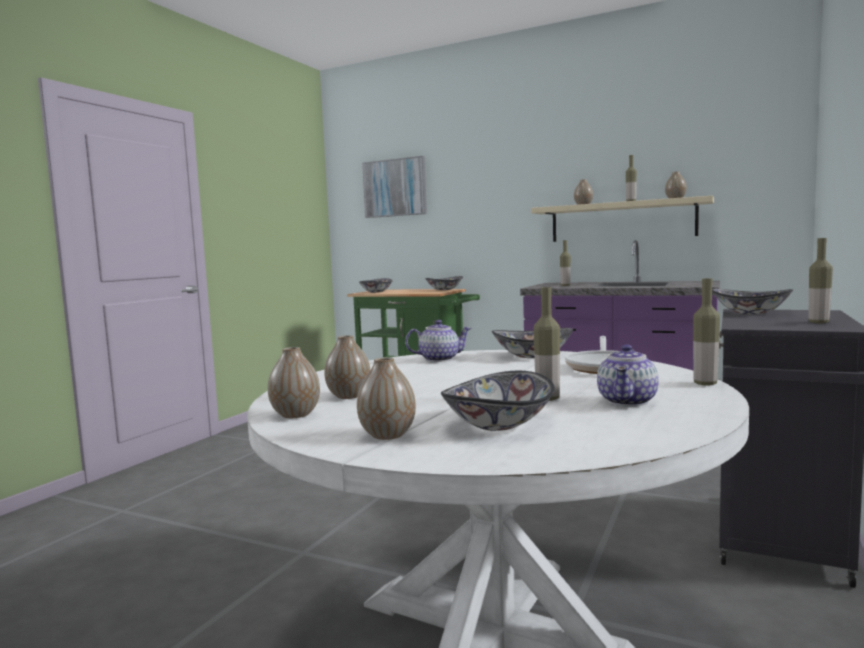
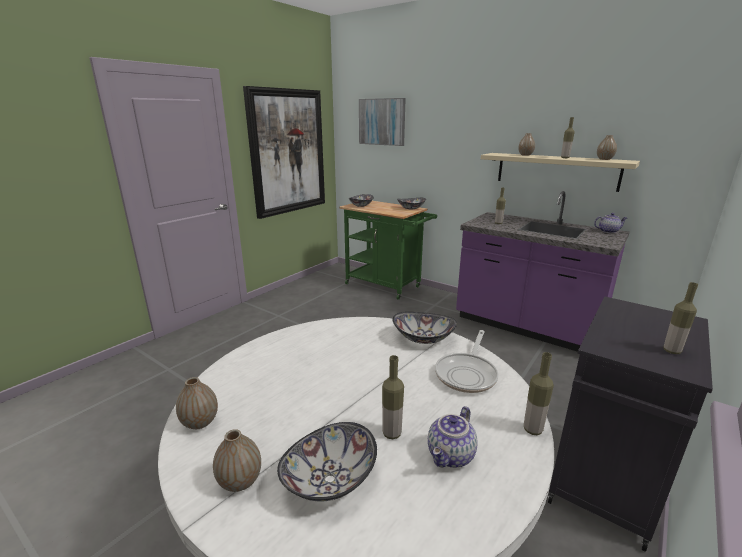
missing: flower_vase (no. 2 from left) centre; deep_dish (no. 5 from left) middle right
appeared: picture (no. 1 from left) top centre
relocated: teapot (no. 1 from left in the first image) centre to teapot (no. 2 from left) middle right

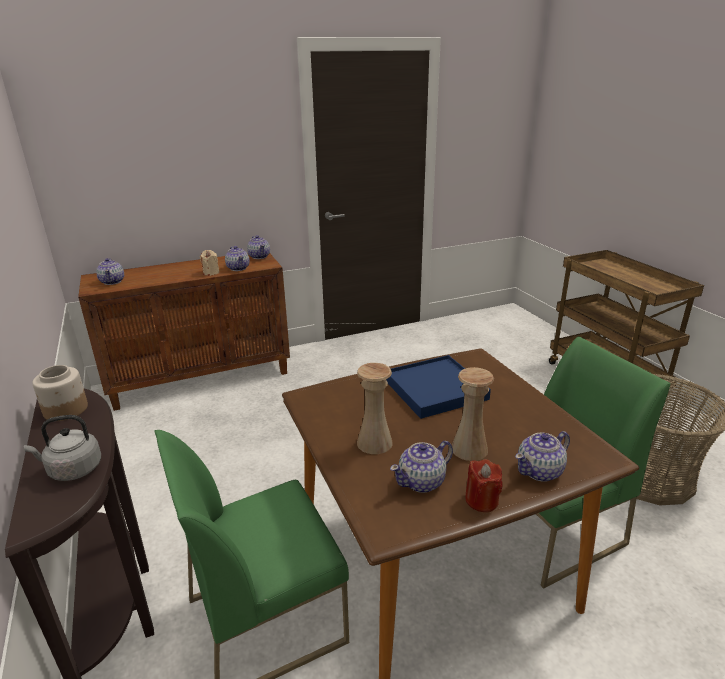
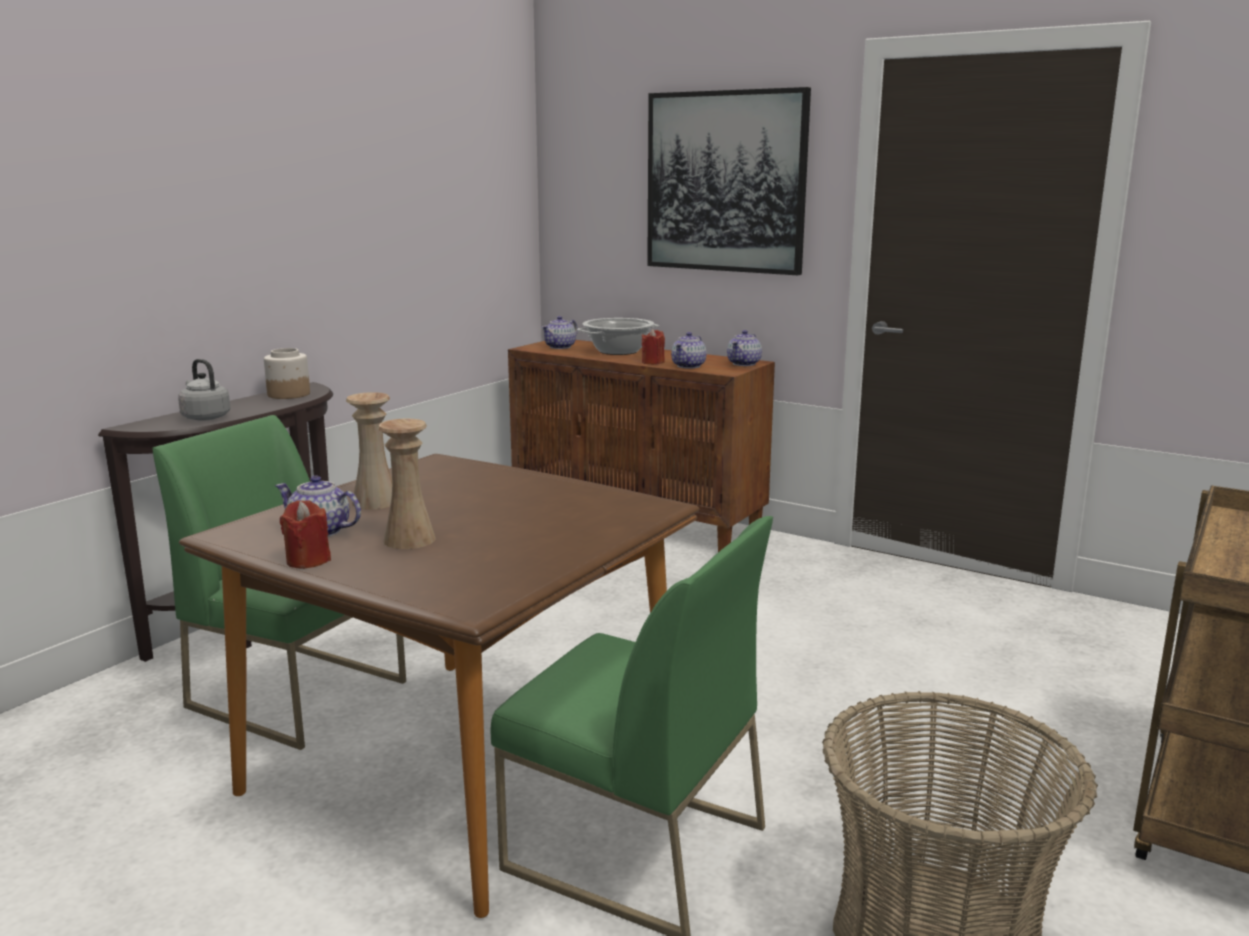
missing: blue-coloured_carrying_tray centre; teapot (no. 5 from left) bottom right
appeared: saucepot centre; picture top centre
colour: beige-coloured_wax_light middle left to red-coloured_wax_light (no. 2 from left) centre

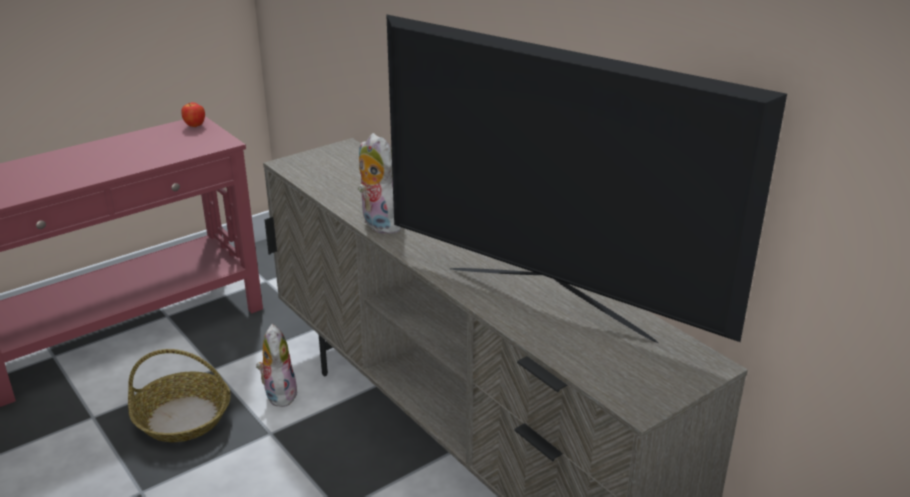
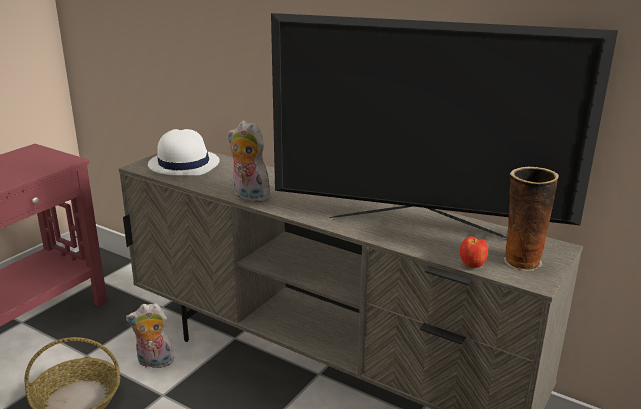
appeared: white-coloured_wearable_hat middle left; flower_vase middle right
relocated: apple_fruit top left to middle right
spun: cuddly_toy (no. 1 from left) bottom left = bottom left 60 degrees counterclockwise

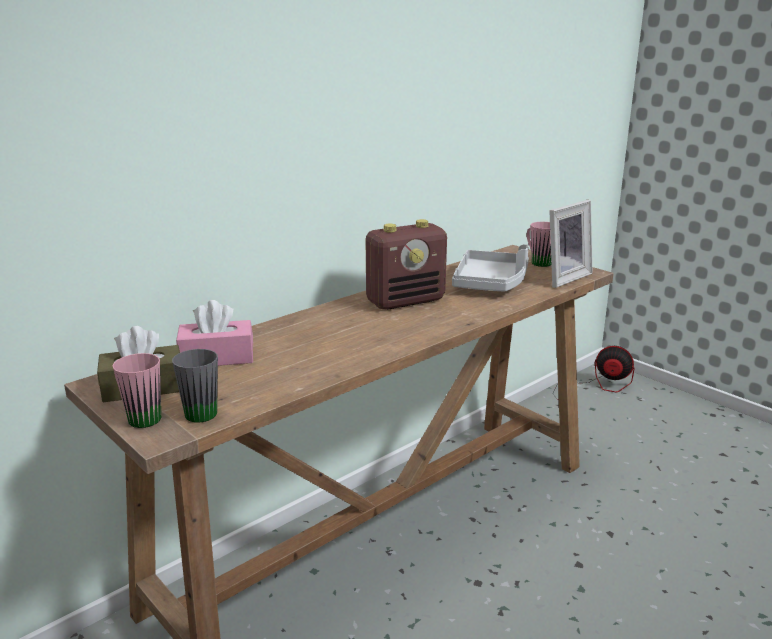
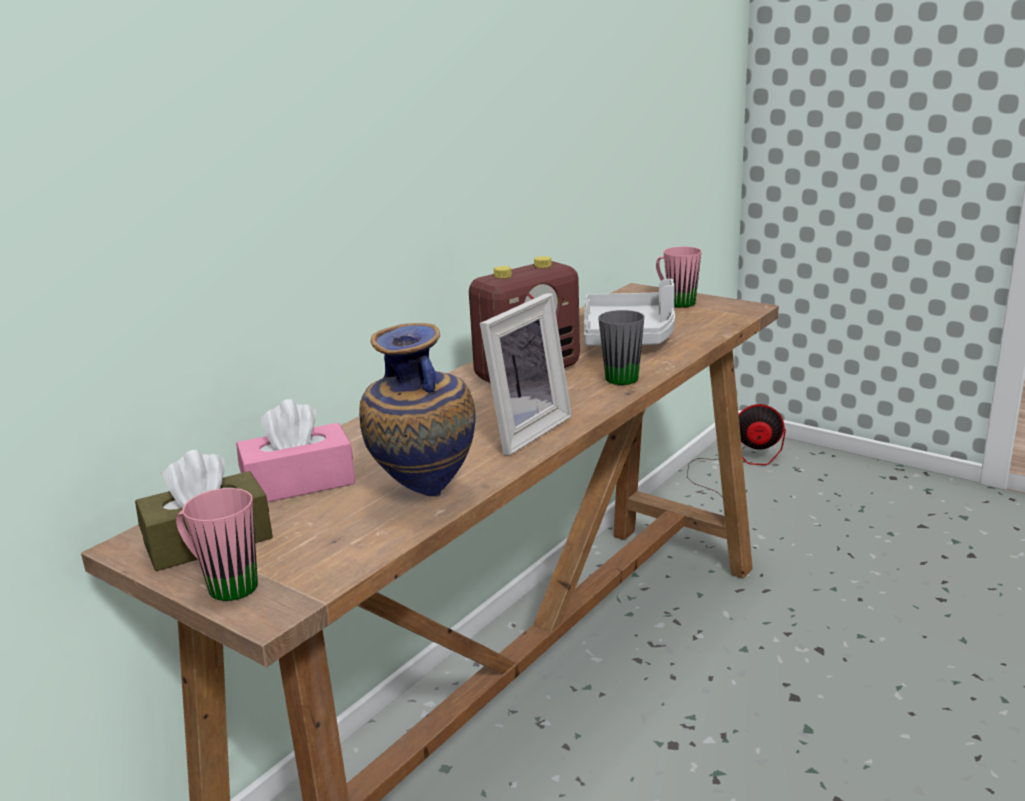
appeared: flower_vase centre
relocated: grey_mug middle left to centre; picture_frame middle right to centre

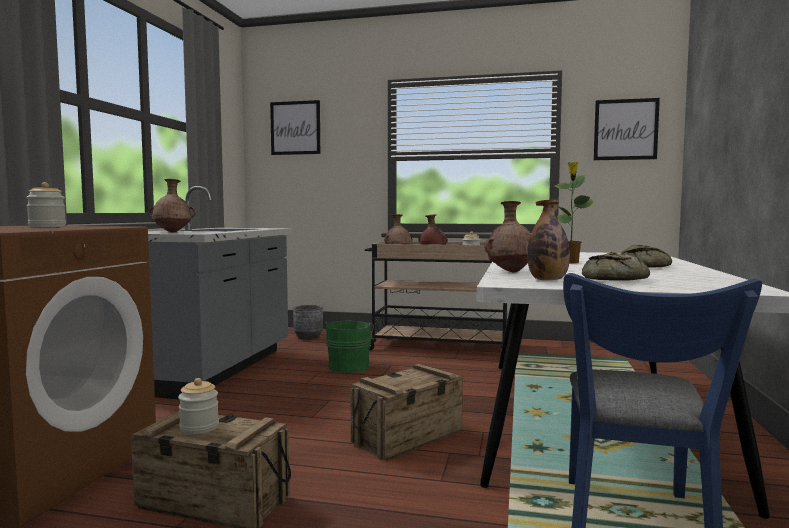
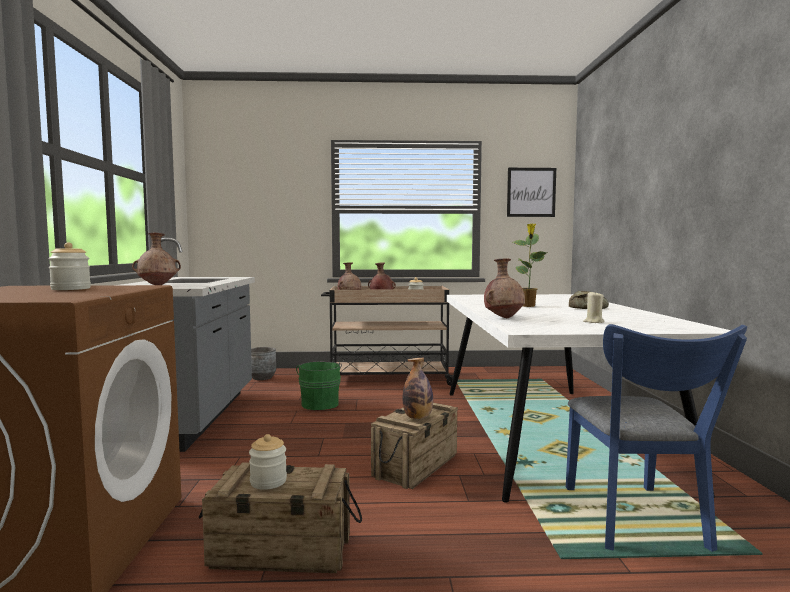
missing: picture (no. 1 from left) top centre
relocated: drink_bottle middle right to centre
exchanged: bread (no. 1 from left) middle right to beige-coloured_wax_light middle right

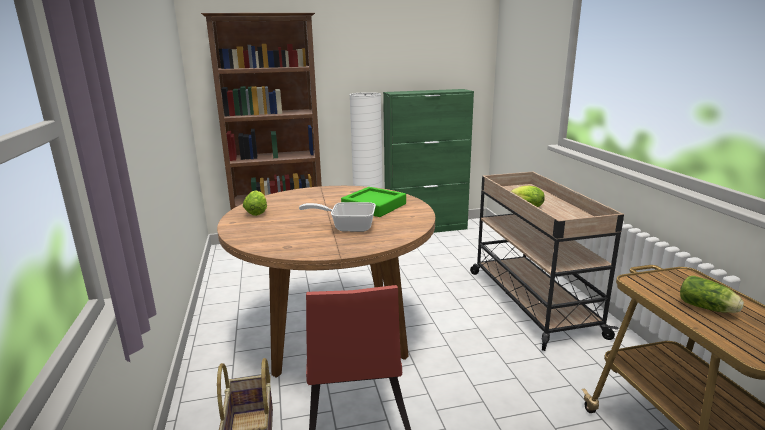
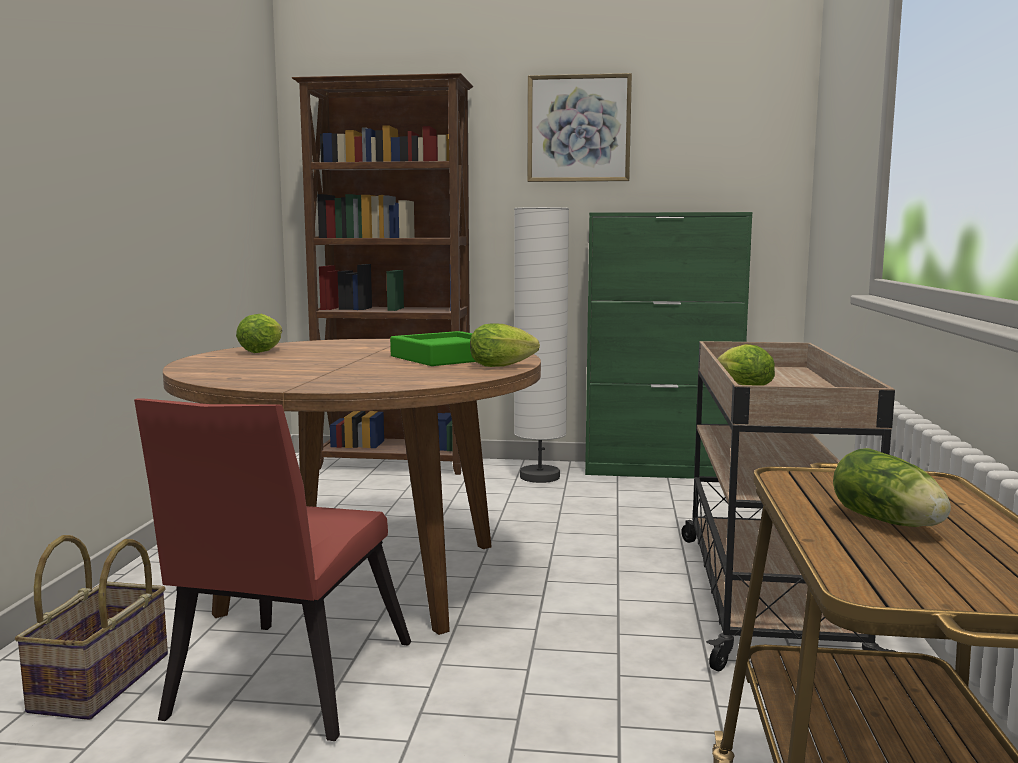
missing: skillet centre
appeared: lettuce_head (no. 2 from left) centre; picture top centre

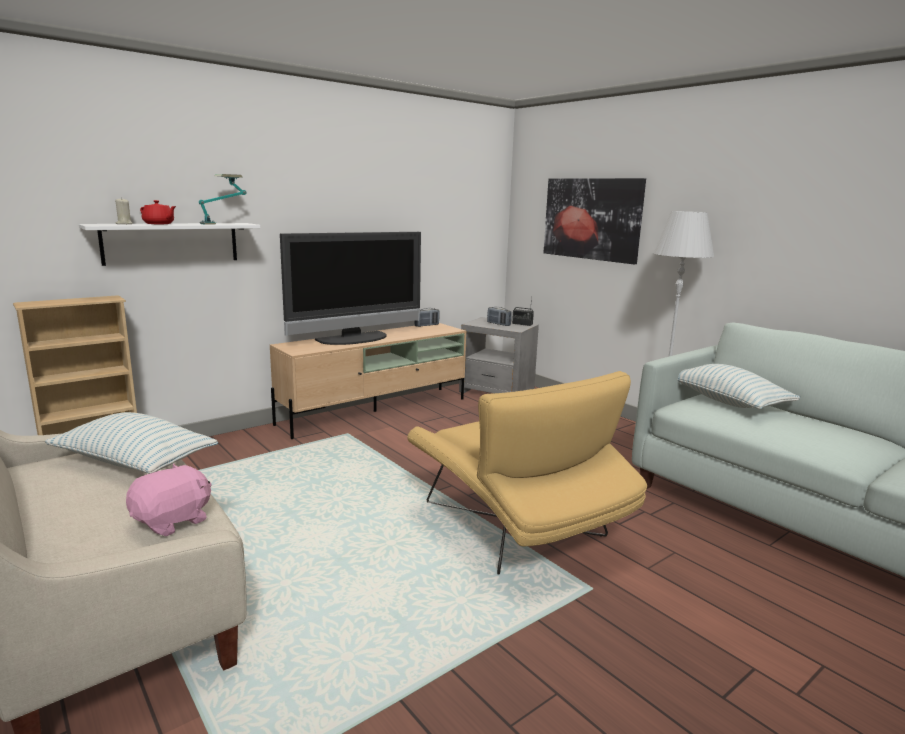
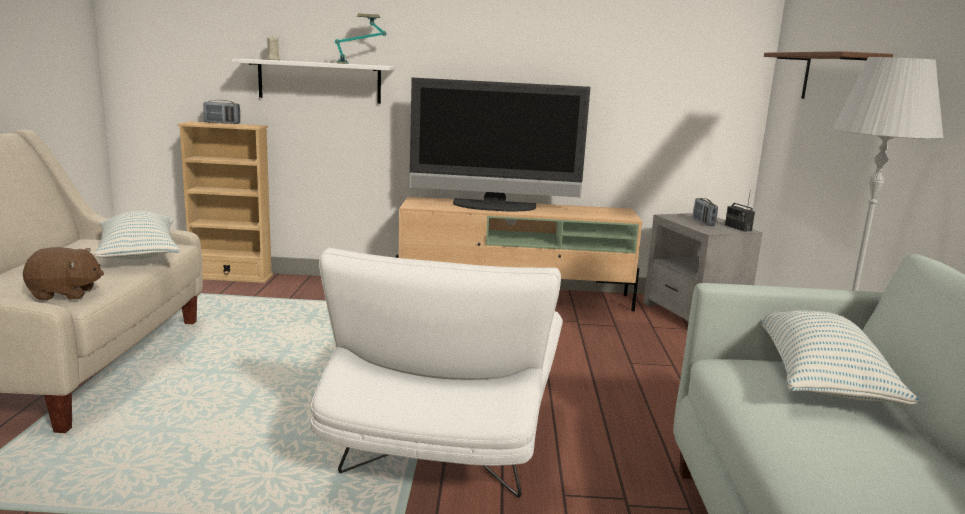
missing: red-coloured_teapot top left
relocated: radio_set (no. 1 from left) centre to top left
exchanged: picture top centre to brown-coloured_shelf top right
colour: pinkish_cuddly_toy bottom left to brown-coloured_cuddly_toy middle left; yellow-coloured_lounge_chair centre to white-coloured_lounge_chair bottom centre

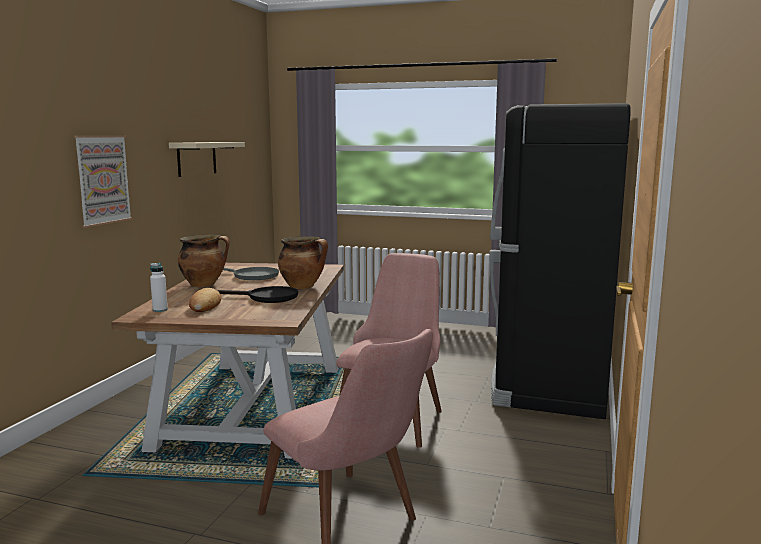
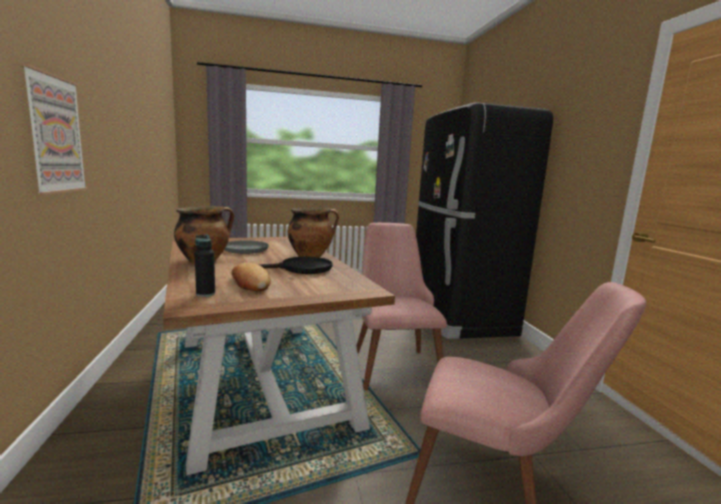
missing: beige-coloured_shelf top left
colour: white-coloured_drink_bottle middle left to black-coloured_drink_bottle middle left

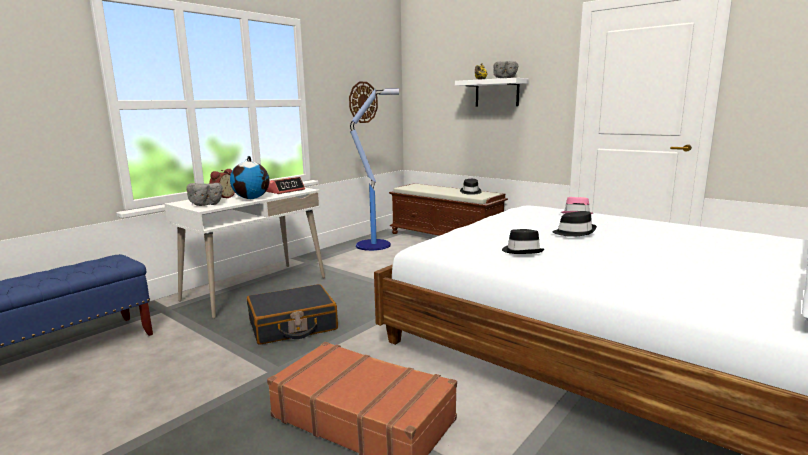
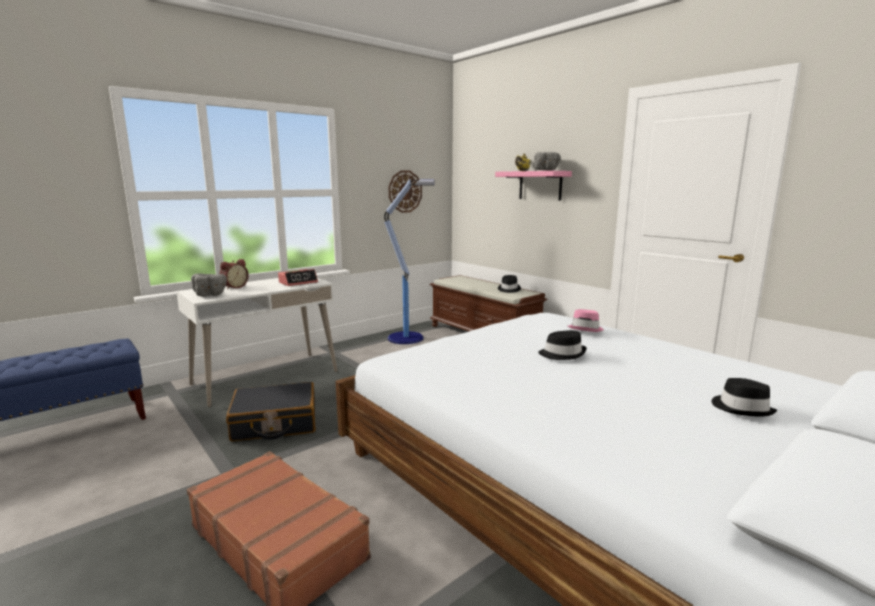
missing: desk_globe middle left
relocated: black-coloured_wearable_hat (no. 2 from left in the first image) centre to black-coloured_wearable_hat (no. 3 from left) middle right
colour: white-coloured_shelf top centre to pinkish_shelf top centre

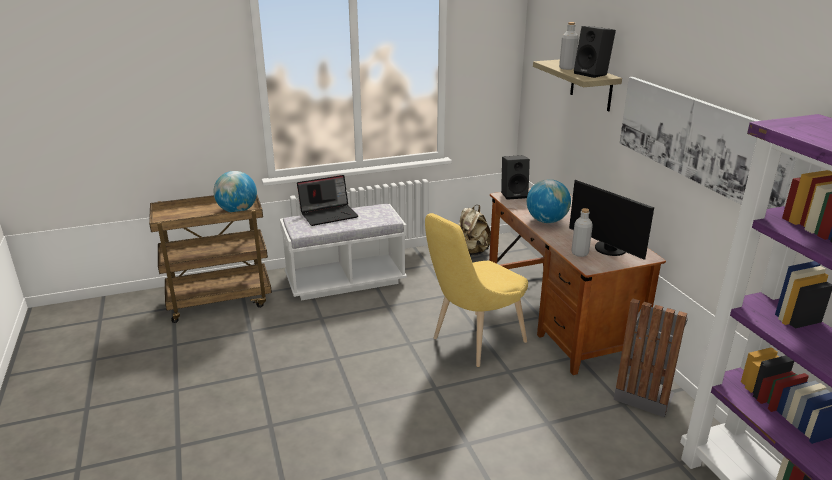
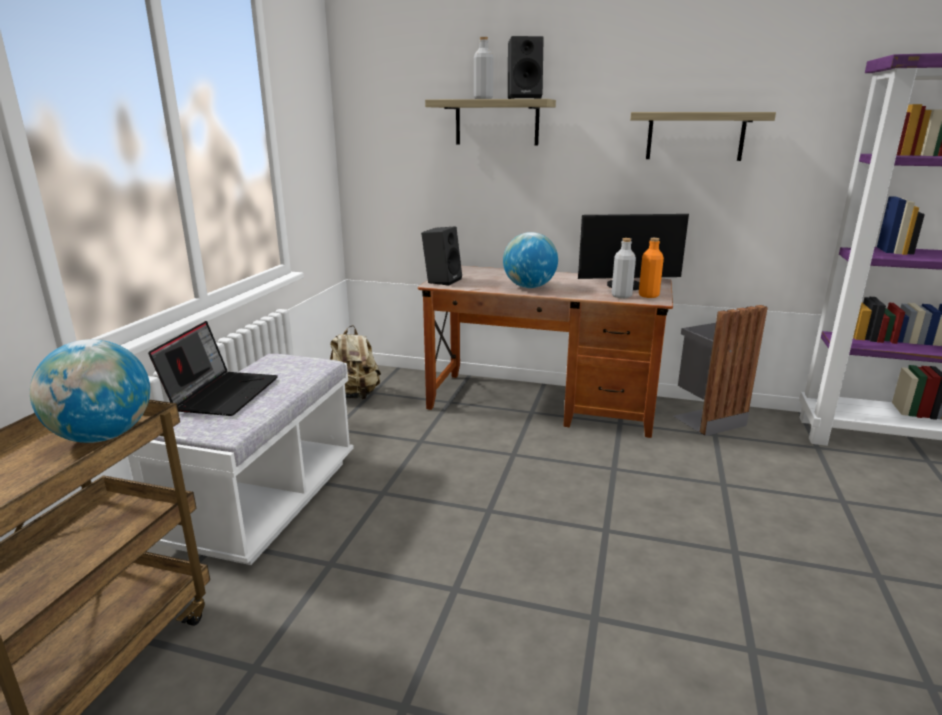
missing: yellow-coloured_chair centre
appeared: orange_drink_bottle middle right
exchanged: picture top right to shelf (no. 2 from left) top right

